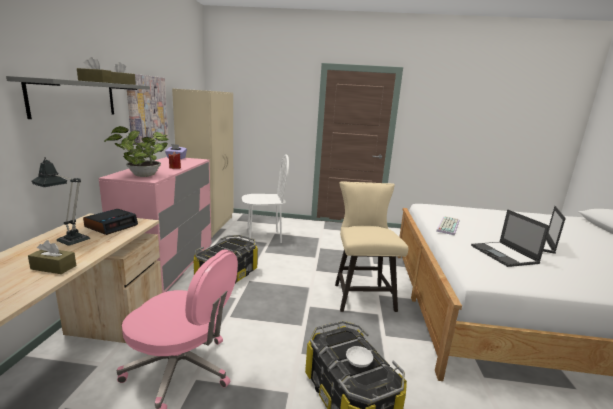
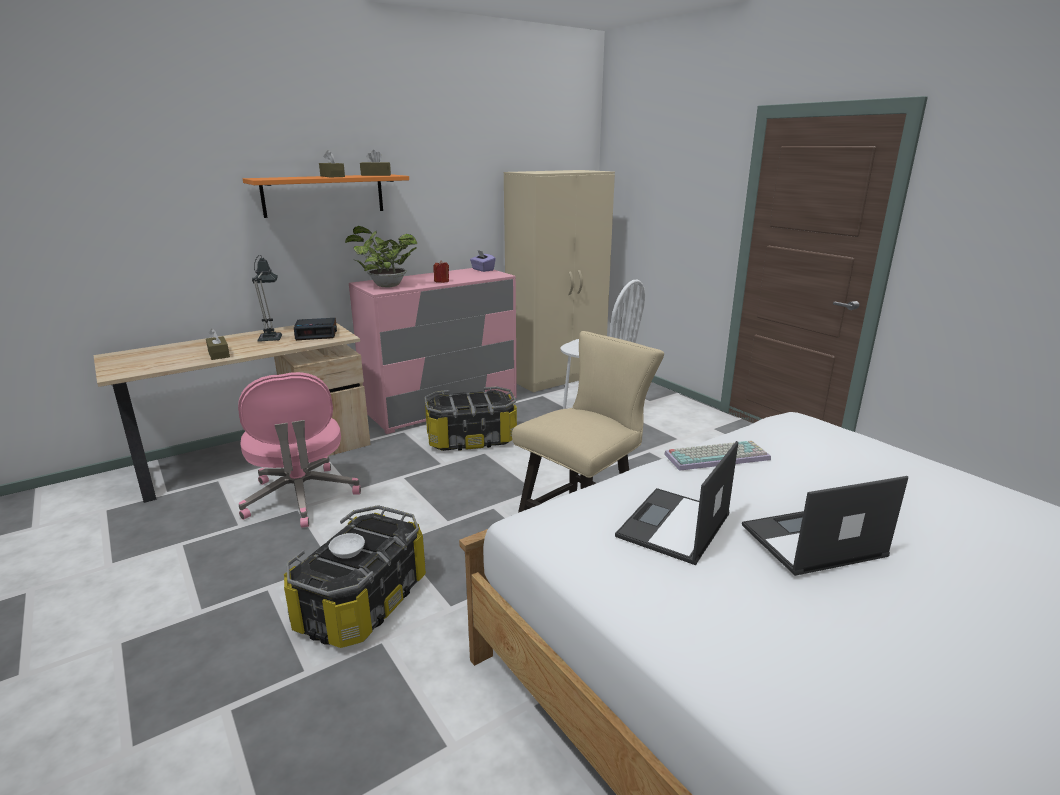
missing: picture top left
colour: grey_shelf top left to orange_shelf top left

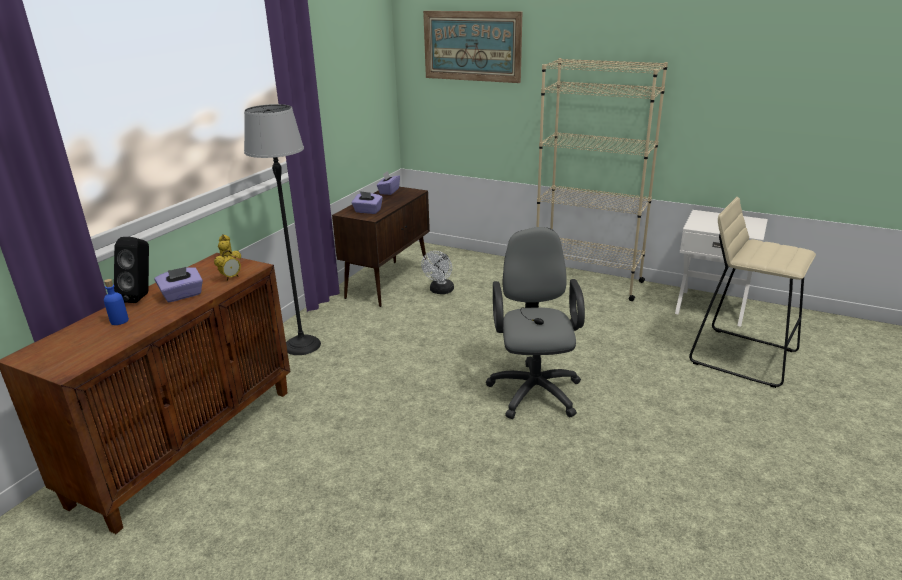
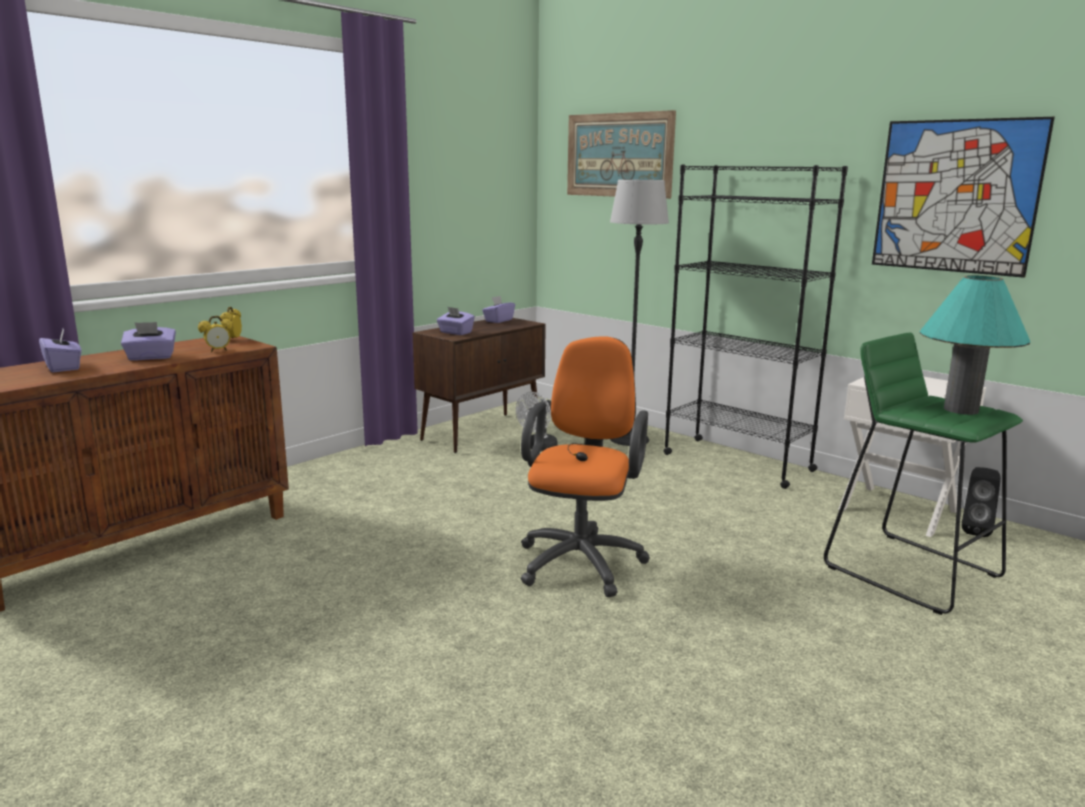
appeared: picture (no. 2 from left) top right; turquoise_tabletop_lamp middle right
relocated: black-coloured_loudspeaker middle left to middle right; standard_lamp middle left to centre
exchanged: blue-coloured_drink_bottle middle left to purplish_box_of_tissues (no. 1 from left) middle left
colour: grey_computer_chair centre to orange_computer_chair centre; beige-coloured_bookcase top right to black-coloured_bookcase middle right; beige-coloured_stool_seat middle right to greenish_stool_seat middle right

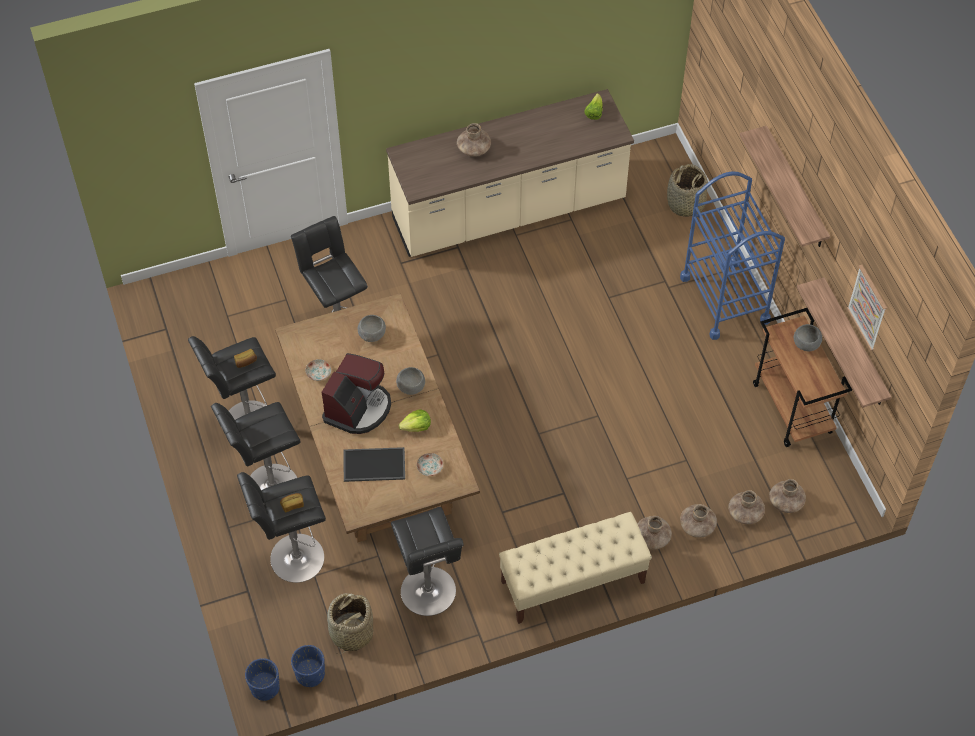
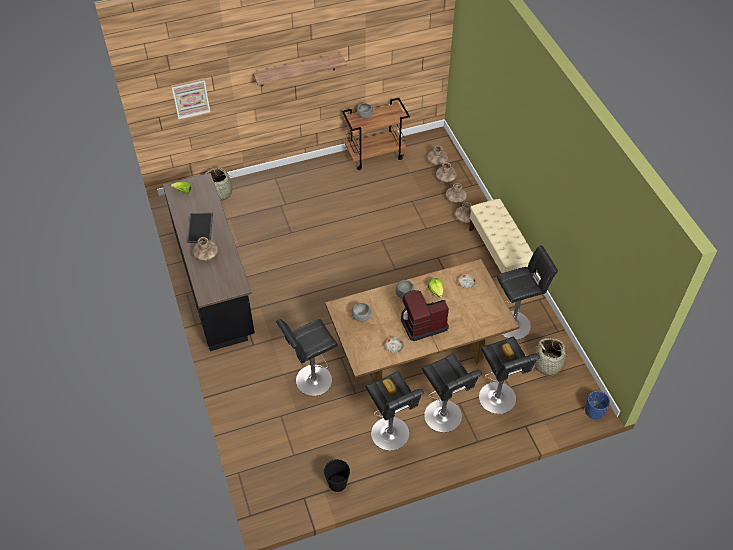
missing: blue-coloured_flower_pot (no. 2 from left) bottom left; blue-coloured_wheeled_cart middle right; shelf (no. 2 from left) middle right
appeared: black-coloured_pail bottom centre
relocated: carrying_tray centre to middle left; picture middle right to top left
colour: beige-coloured_kitchen_base_unit top centre to black-coloured_kitchen_base_unit middle left
spun: coffee_machine centre = centre 45 degrees counterclockwise

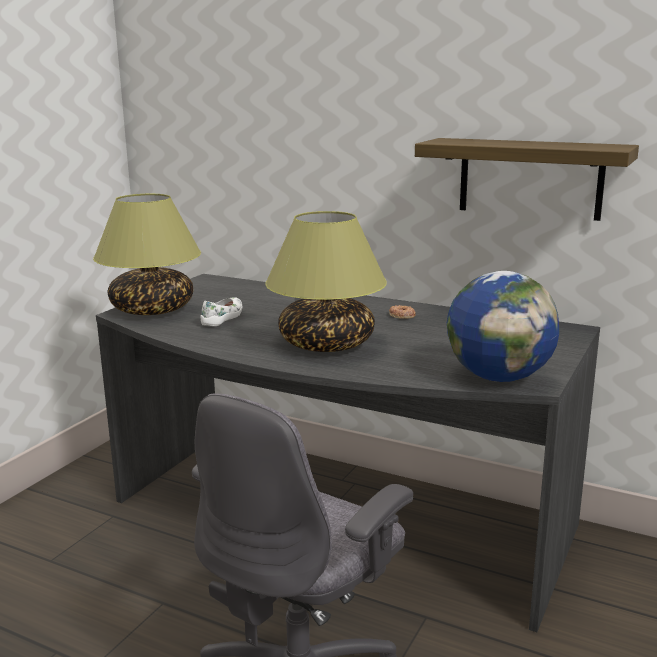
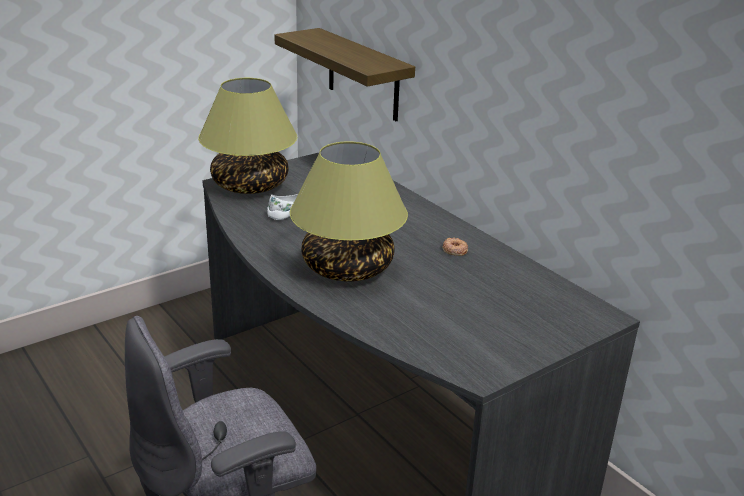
missing: desk_globe middle right
relocated: shelf top right to top centre

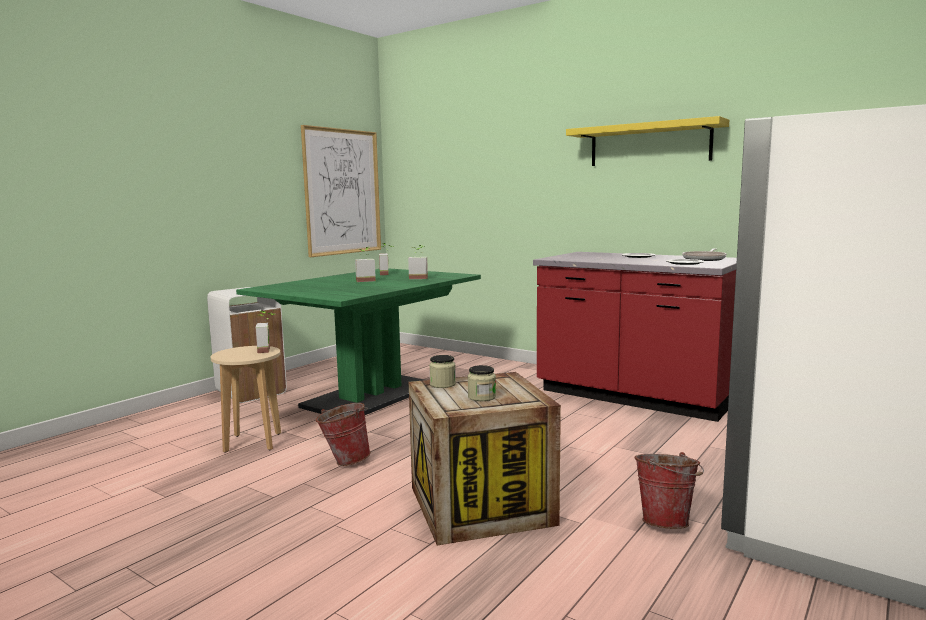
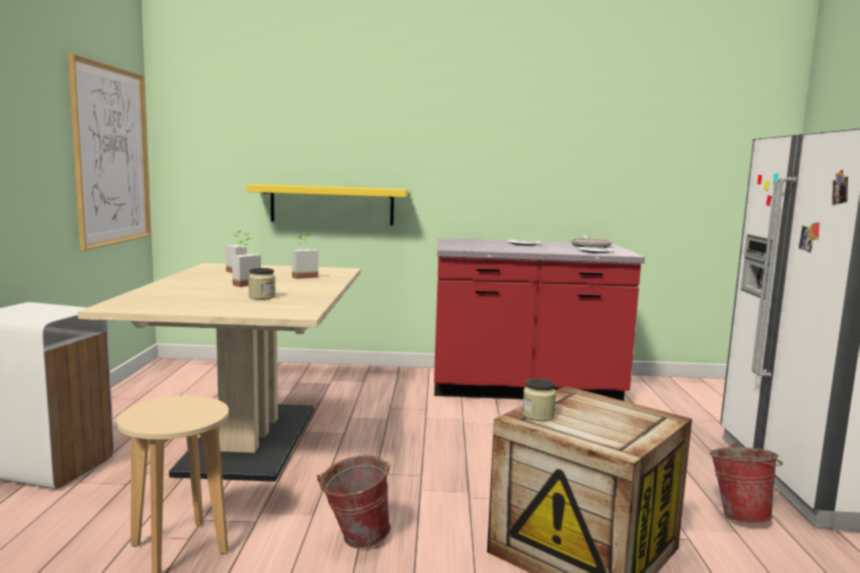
missing: houseplant (no. 1 from left) middle left
relocated: preserve_jar (no. 2 from left in the first image) centre to preserve_jar (no. 1 from left) middle left; yellow-coloured_shelf top right to centre
colour: greenish_dining_table centre to beige-coloured_dining_table middle left

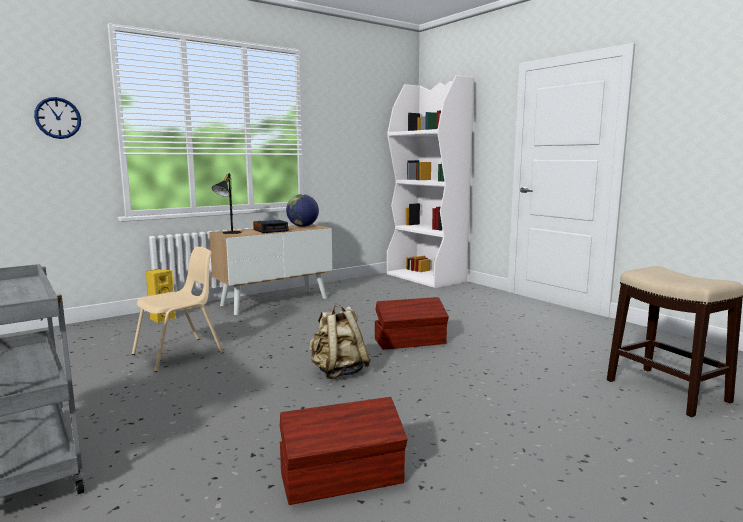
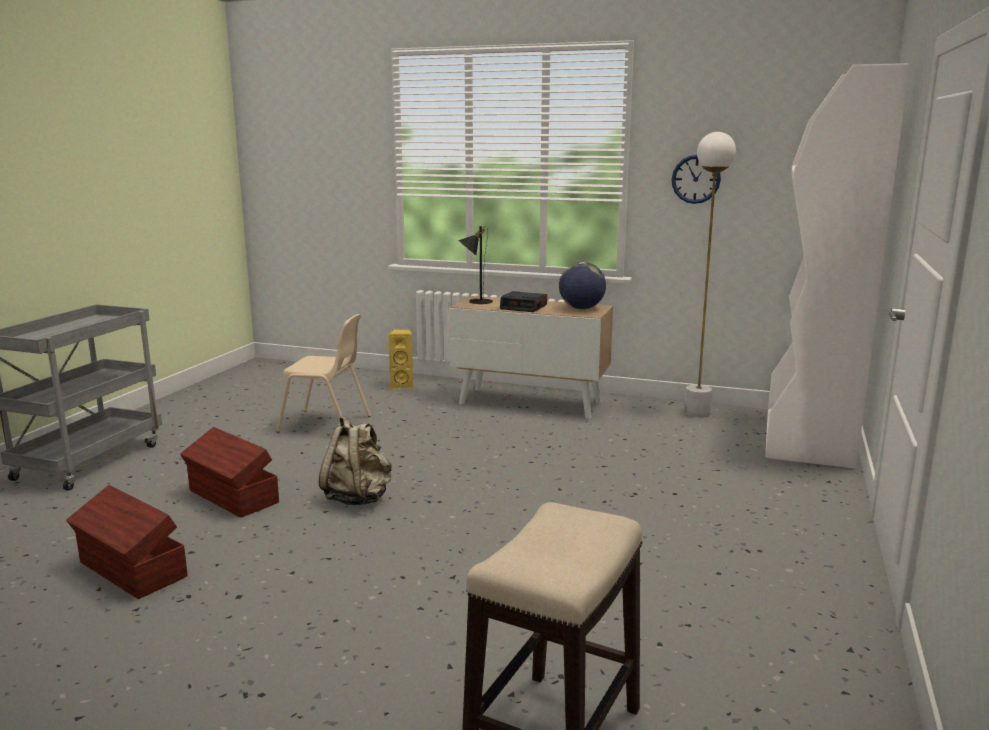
appeared: white-coloured_standard_lamp middle right
relocated: wall_clock top left to top right; brown-coloured_storage_bin (no. 2 from left) centre to middle left

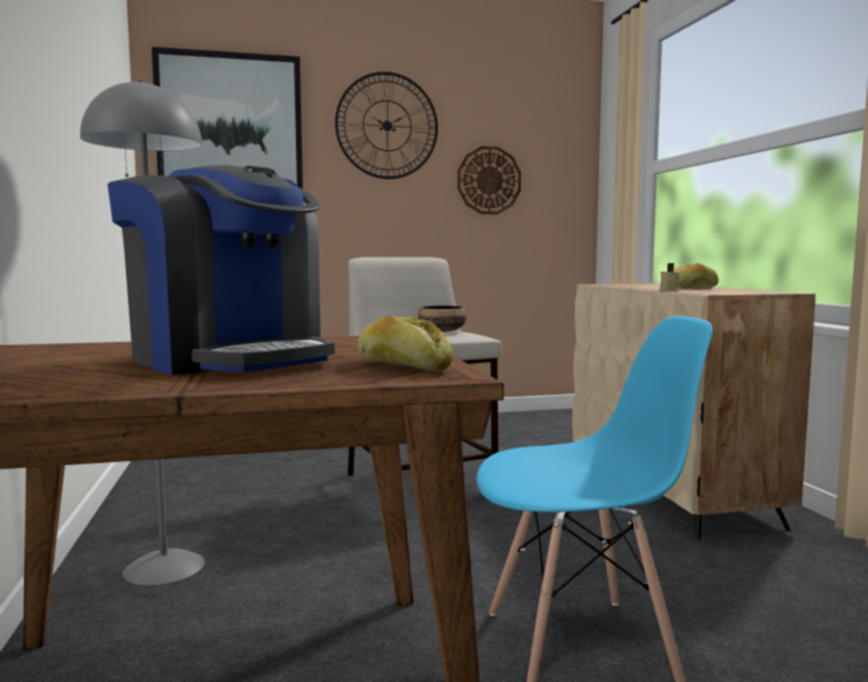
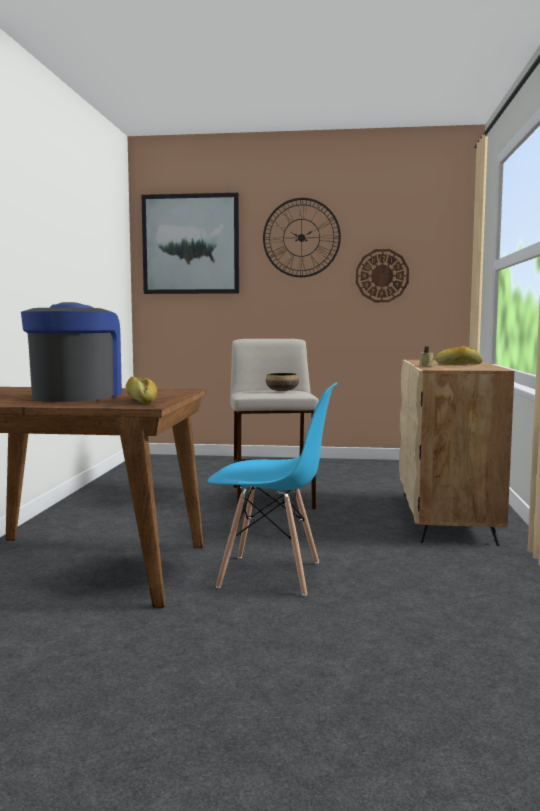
missing: grey_standard_lamp middle left
spun: coffee_machine middle left = middle left 150 degrees counterclockwise

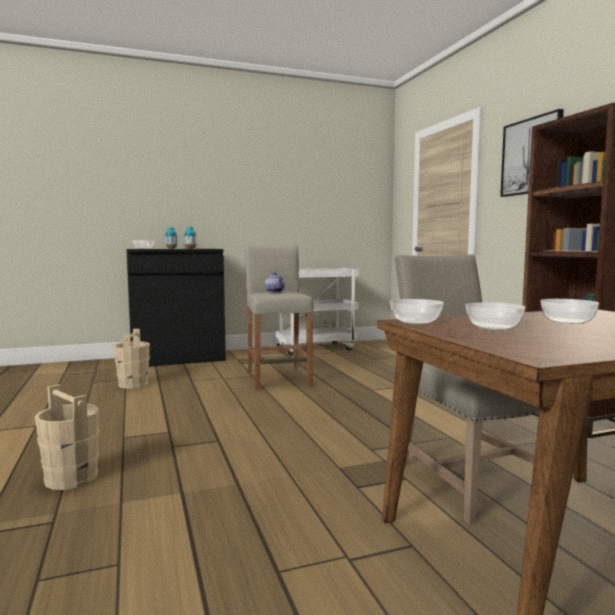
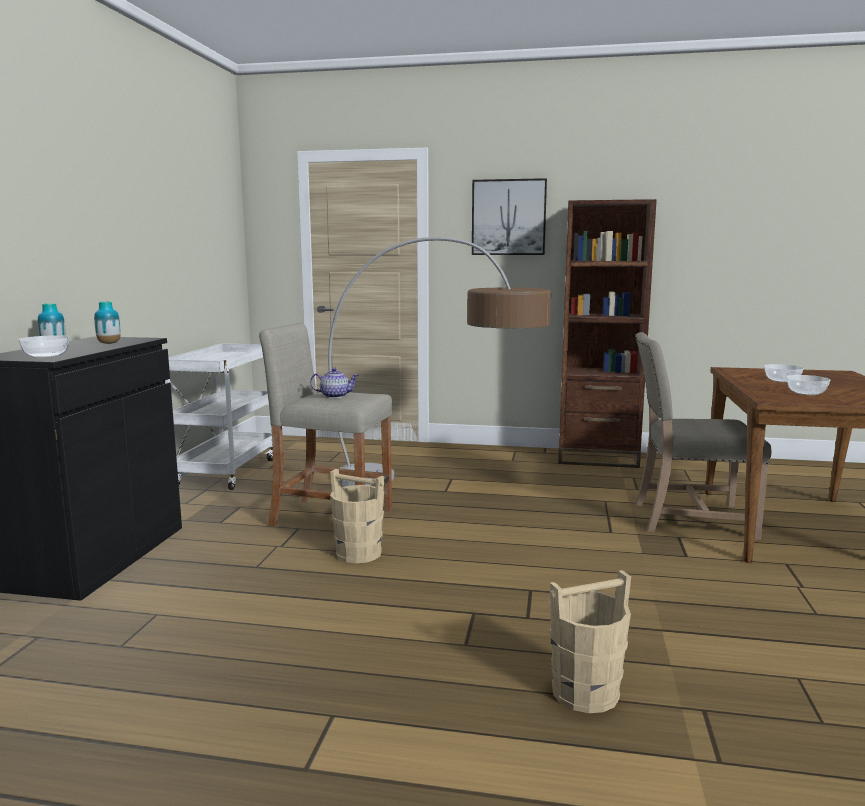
missing: deep_dish (no. 2 from left) middle right
appeared: standard_lamp centre
relocated: beige-coloured_pail (no. 2 from left in the first image) middle left to beige-coloured_pail (no. 1 from left) centre

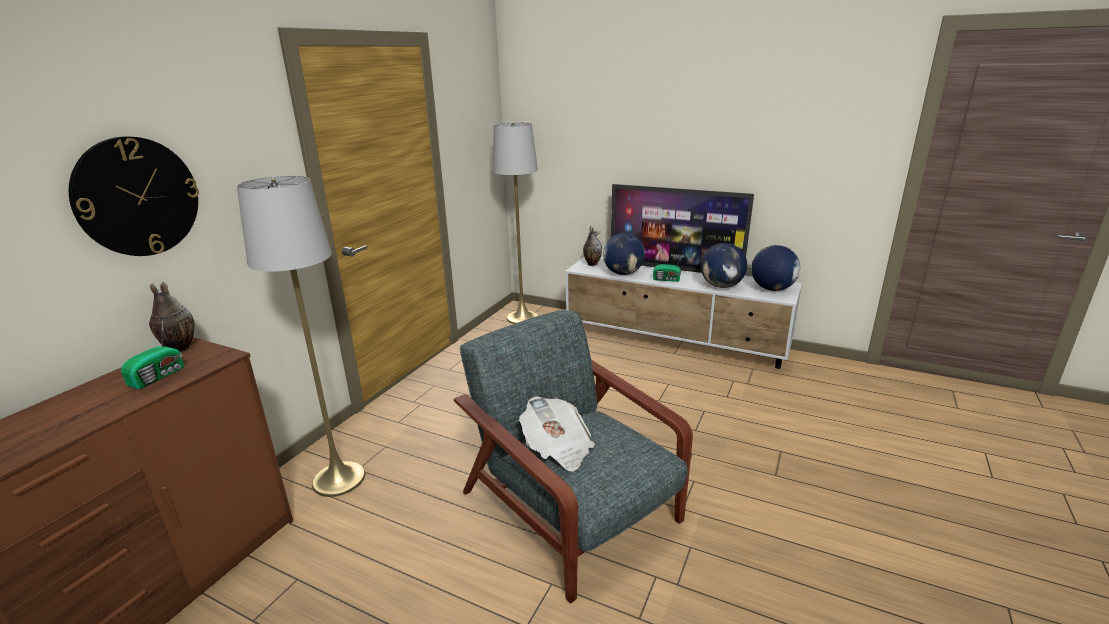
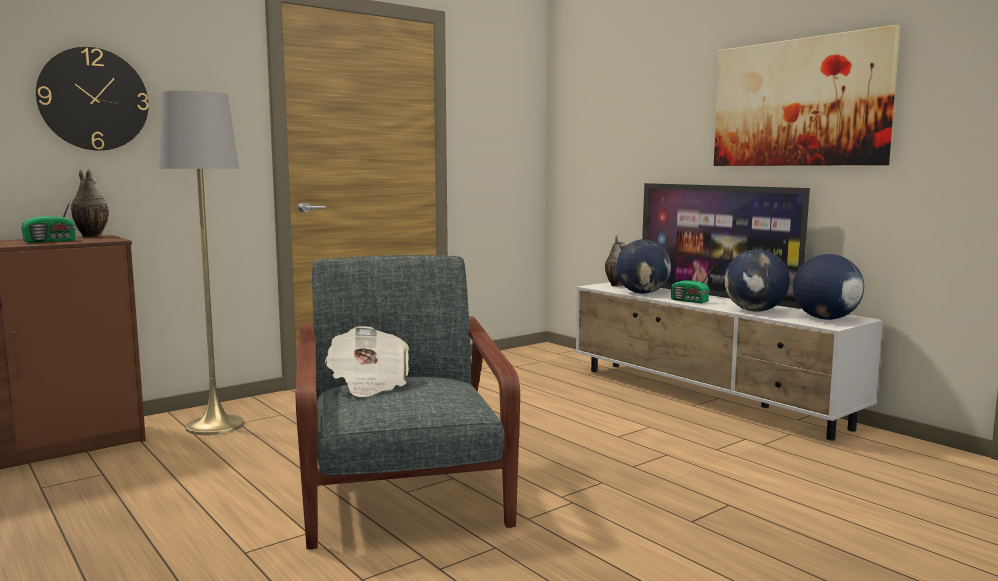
missing: grey_standard_lamp (no. 2 from left) centre
appeared: picture top right

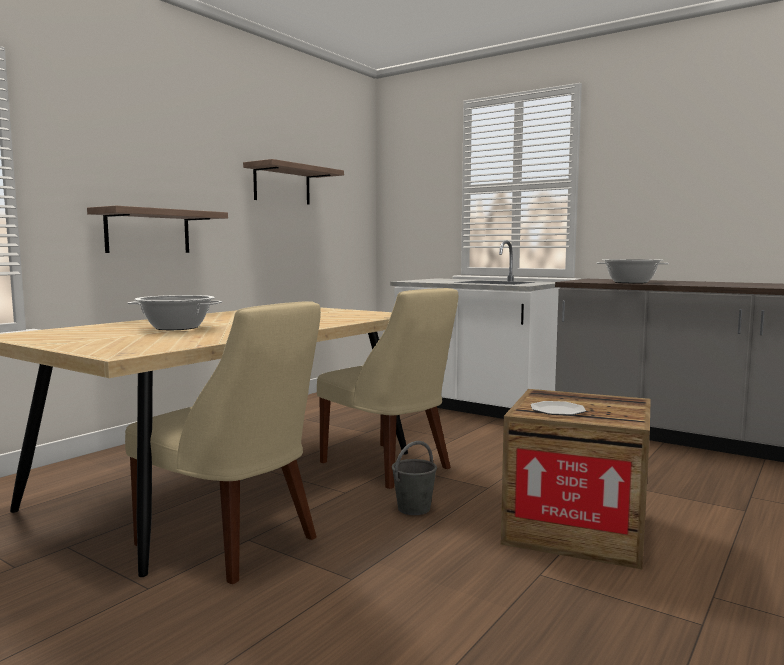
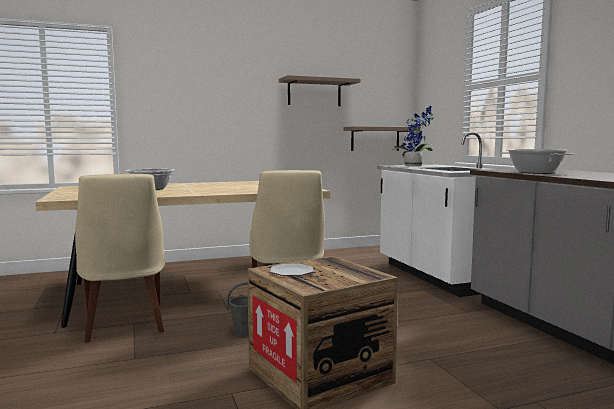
appeared: houseplant top right
relocated: shelf (no. 1 from left in the first image) middle left to shelf (no. 2 from left) centre

